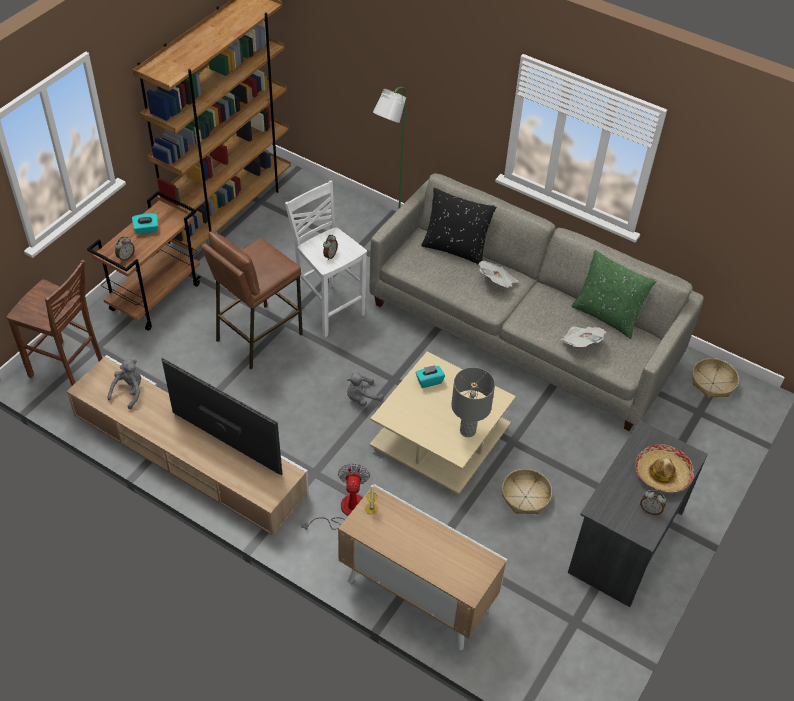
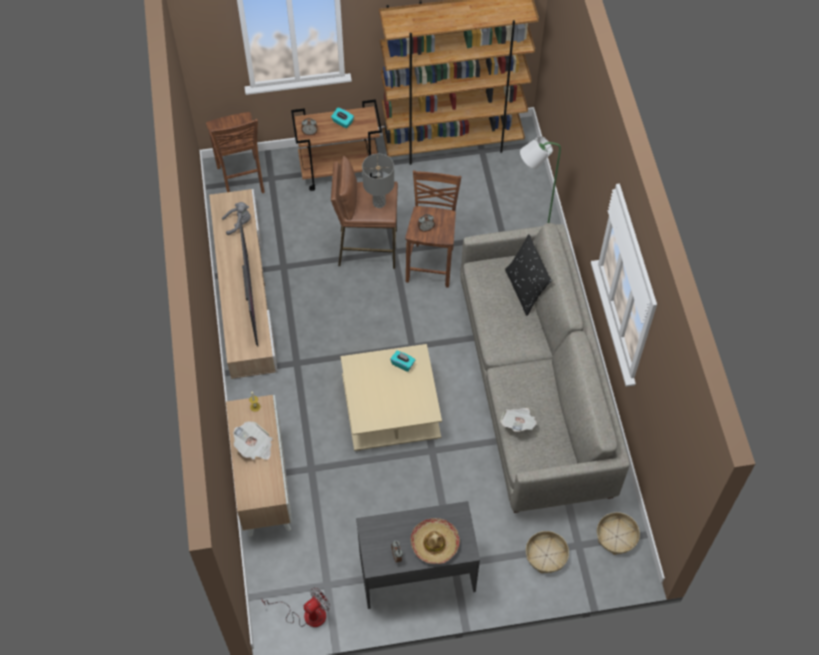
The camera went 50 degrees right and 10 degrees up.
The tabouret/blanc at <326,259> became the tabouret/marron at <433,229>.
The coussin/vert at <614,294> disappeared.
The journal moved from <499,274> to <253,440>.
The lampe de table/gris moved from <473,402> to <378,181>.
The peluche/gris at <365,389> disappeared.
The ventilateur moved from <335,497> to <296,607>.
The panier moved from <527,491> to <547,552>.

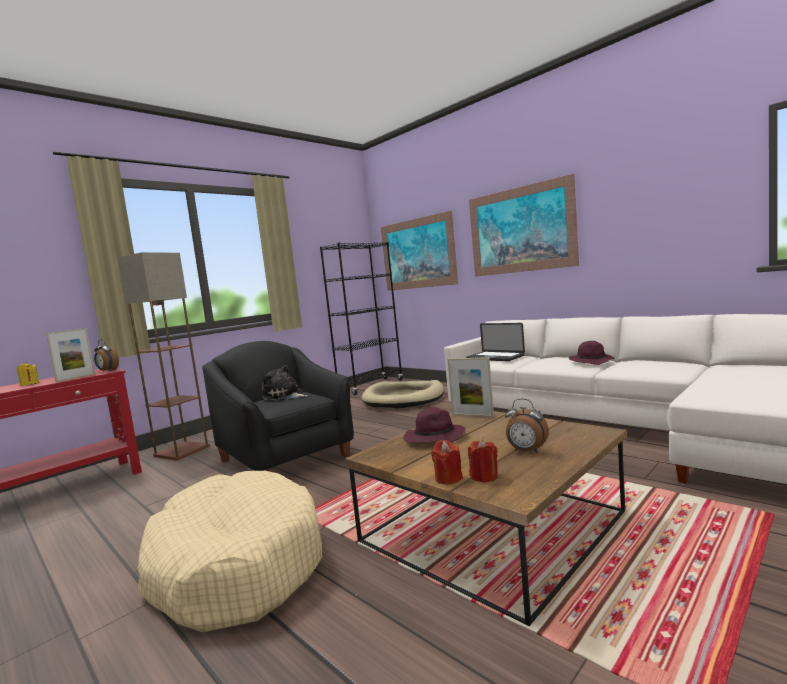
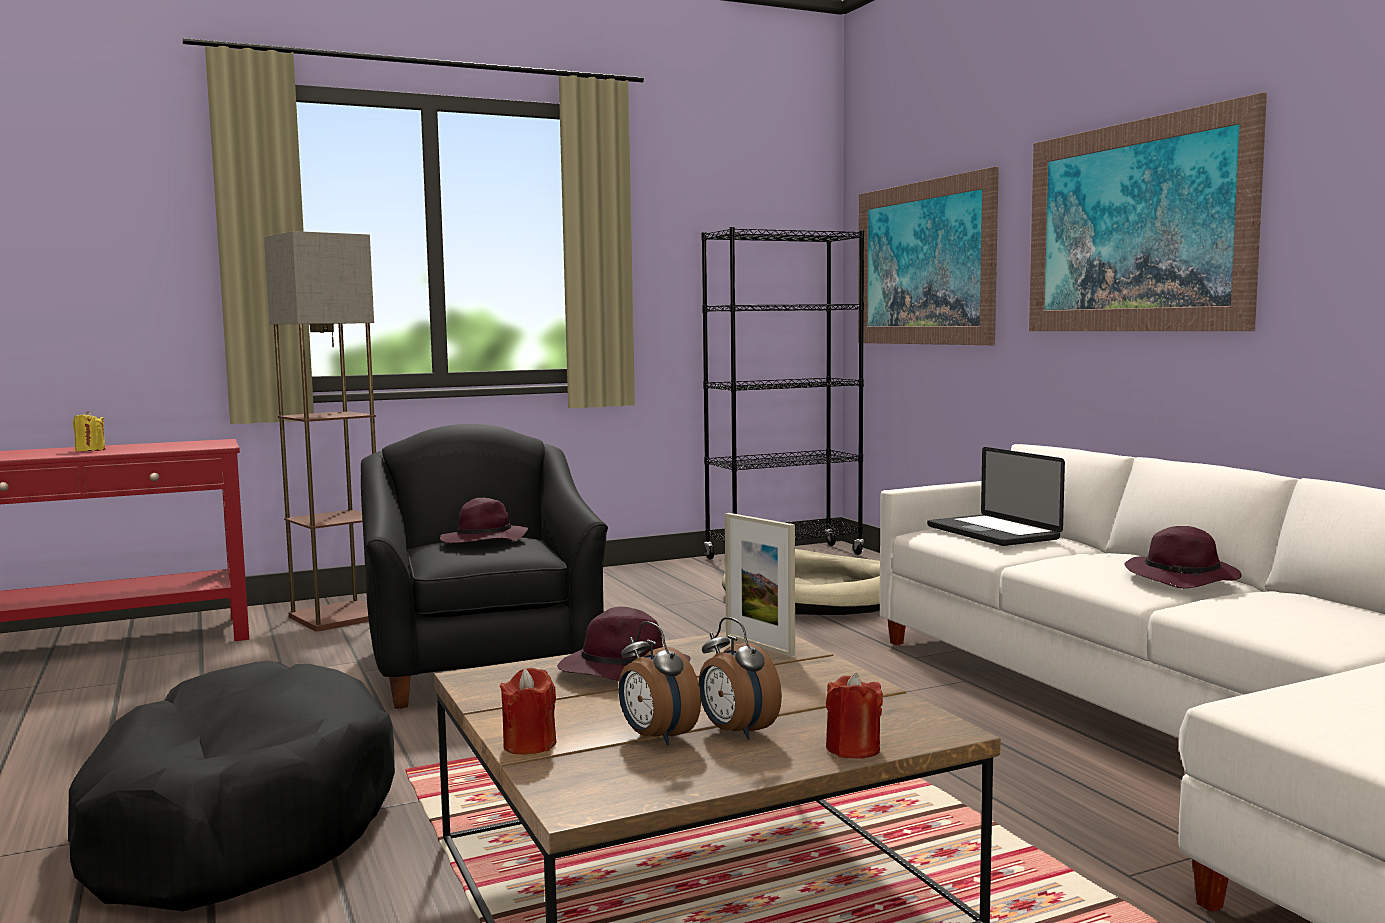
The camera went 20 degrees right and 0 degrees up.
The cadre photo at <70,355> disappeared.
The réveil moved from <106,355> to <660,683>.
The peluche at <285,382> was replaced by the chapeau/violet at <484,520>.
The bougie/rouge moved from <483,461> to <854,715>.
The panier pour chien/beige at <230,551> became the panier pour chien/noir at <231,785>.

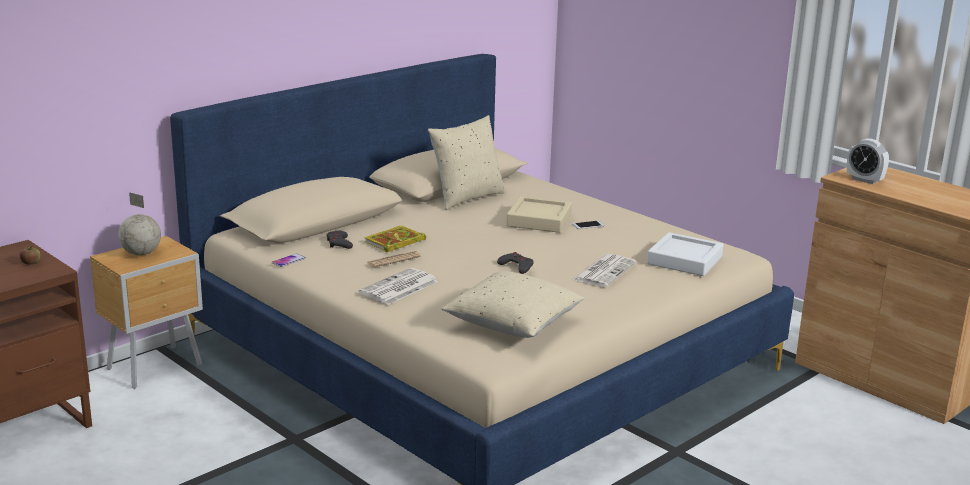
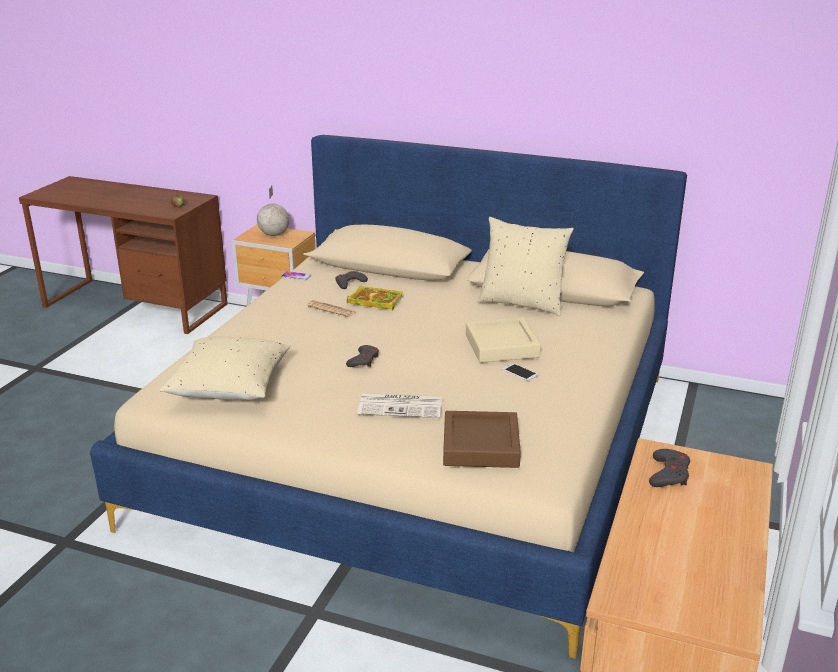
The camera went 65 degrees right and 5 degrees up.
The réveil at <868,161> was replaced by the manette/gris at <669,468>.
The plateau/blanc at <685,254> became the plateau/marron at <482,439>.
The journal at <398,286> disappeared.

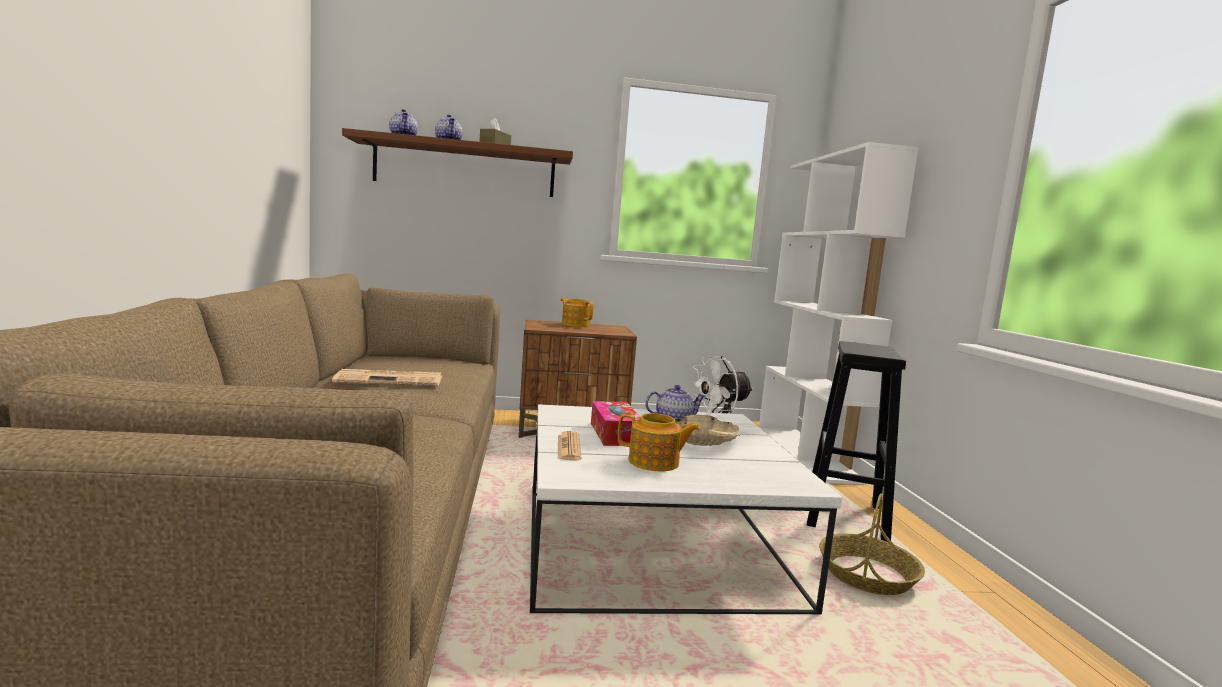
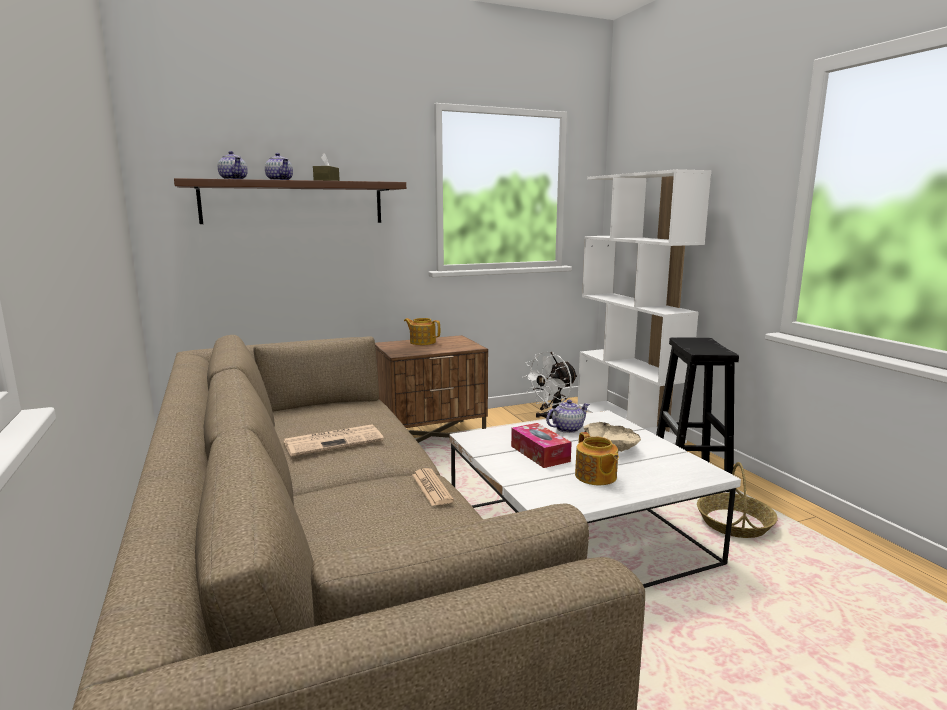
The camera went 15 degrees left and 5 degrees up.
The théière at <659,442> turned 75 degrees clockwise.
The journal moved from <570,445> to <433,487>.

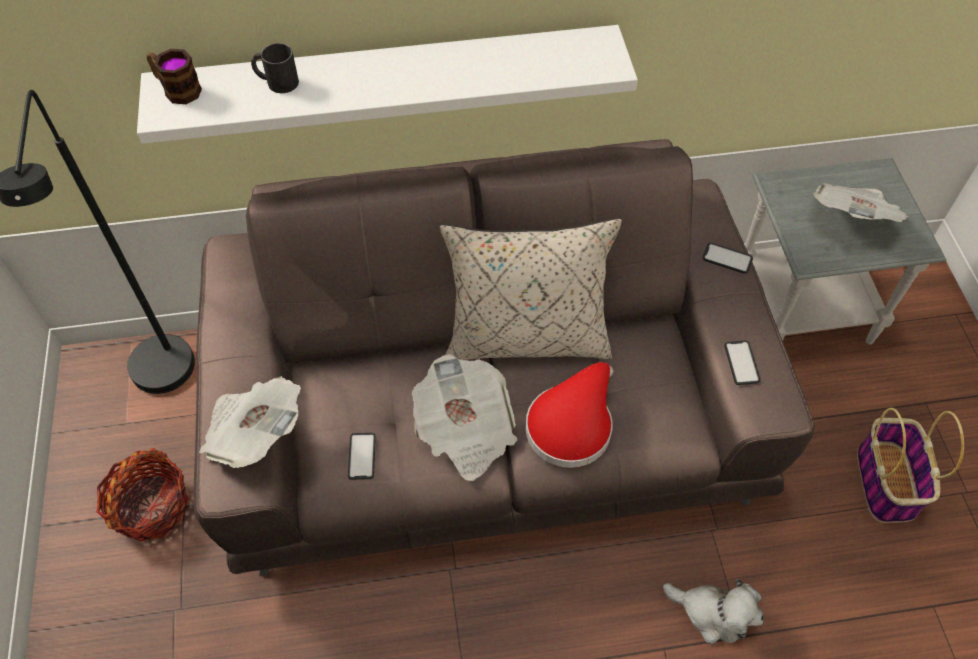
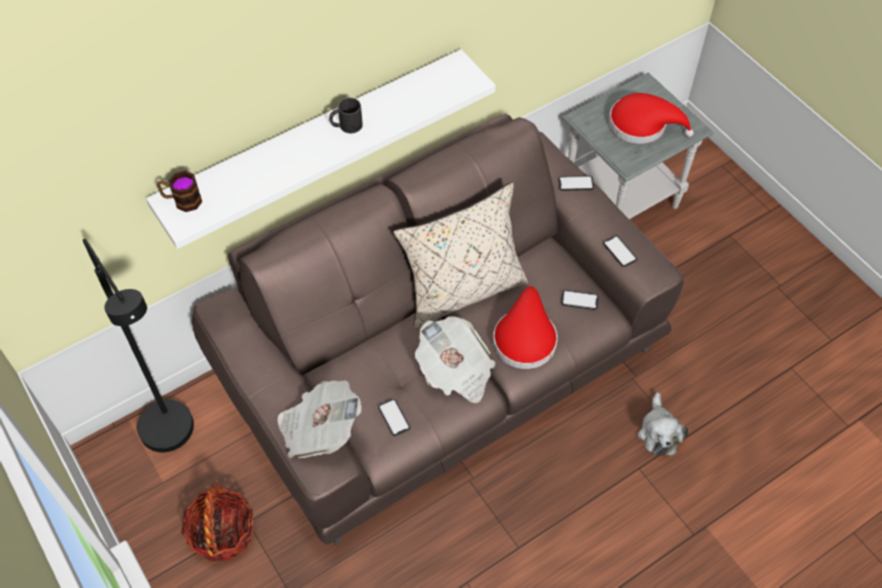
The camera went 25 degrees left and 0 degrees up.
The mug/noir moved from <275,68> to <346,115>.
The journal at <861,202> was replaced by the chapeau/rouge at <651,118>.
The panier at <910,465> disappeared.
The peluche at <713,611> turned 90 degrees clockwise.
The téléphone at <580,300> appeared.

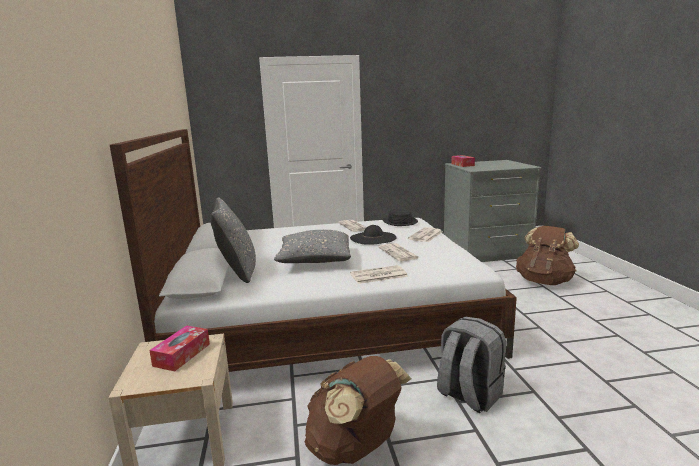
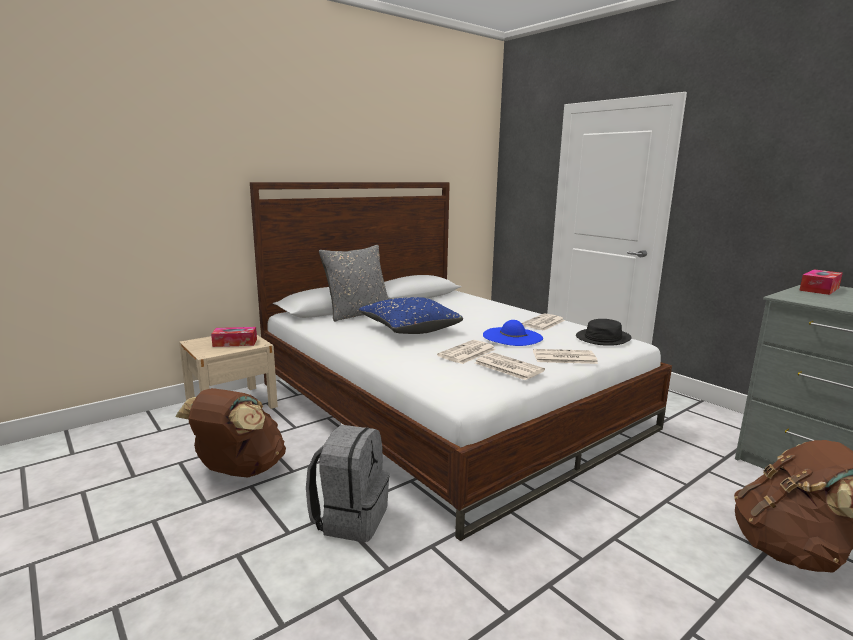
The camera went 60 degrees right and 0 degrees up.
The chapeau/noir at <373,235> became the chapeau/bleu at <513,333>.
The coussin/gris at <312,246> became the coussin/bleu at <411,315>.
The journal moved from <379,274> to <510,366>.

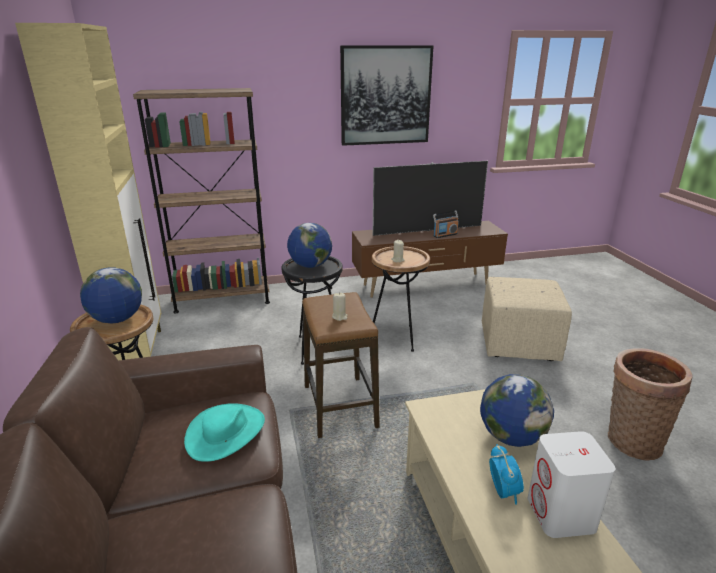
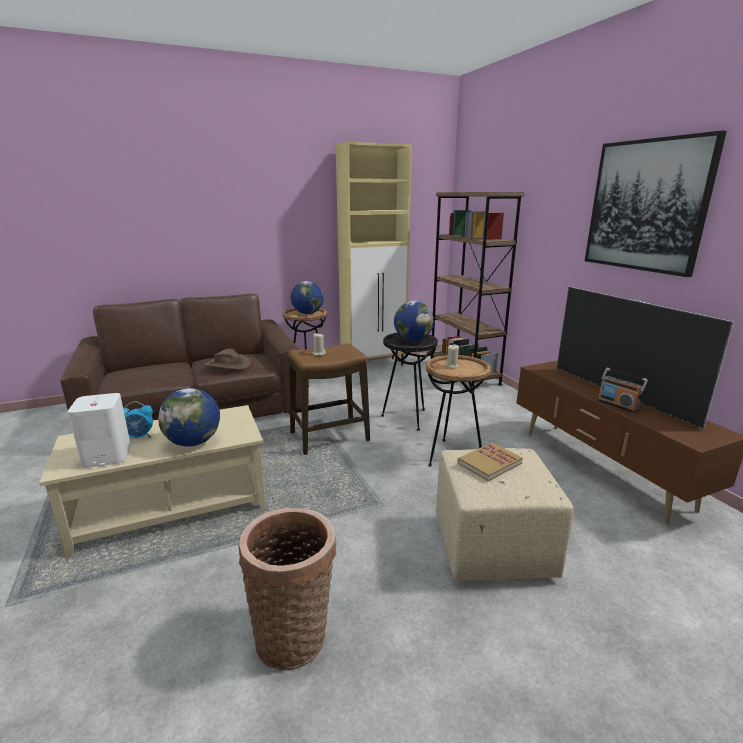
The camera went 80 degrees right and 5 degrees down.
The chapeau/turquoise at <224,432> became the chapeau/marron at <228,359>.
The livre at <490,462> appeared.

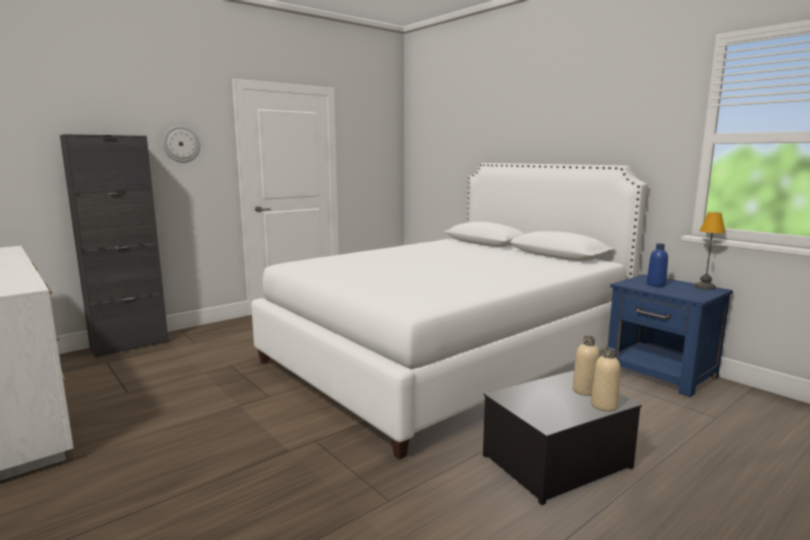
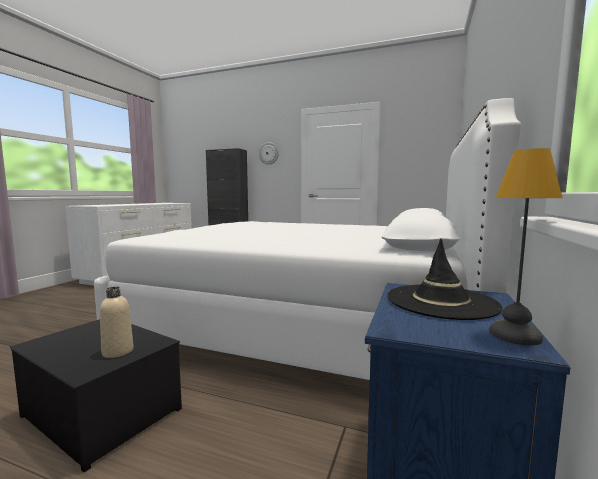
The camera went 60 degrees right and 5 degrees down.
The bouteille/bleu at <657,265> was replaced by the chapeau/noir at <444,279>.
The bouteille/beige at <605,379> disappeared.

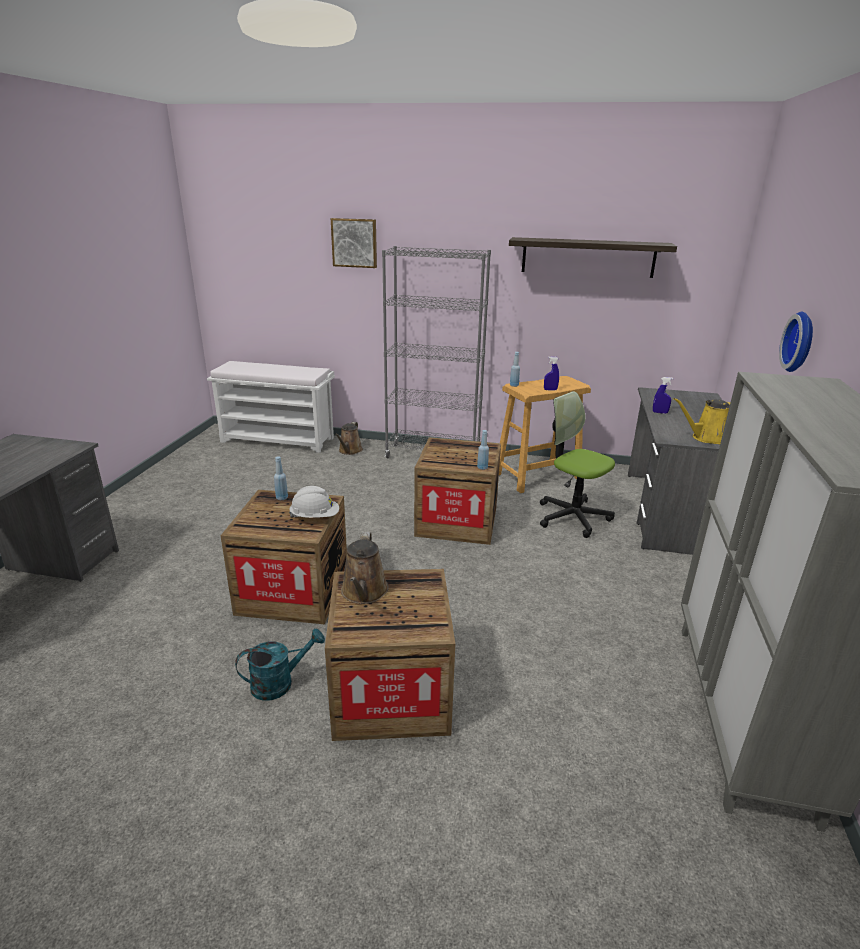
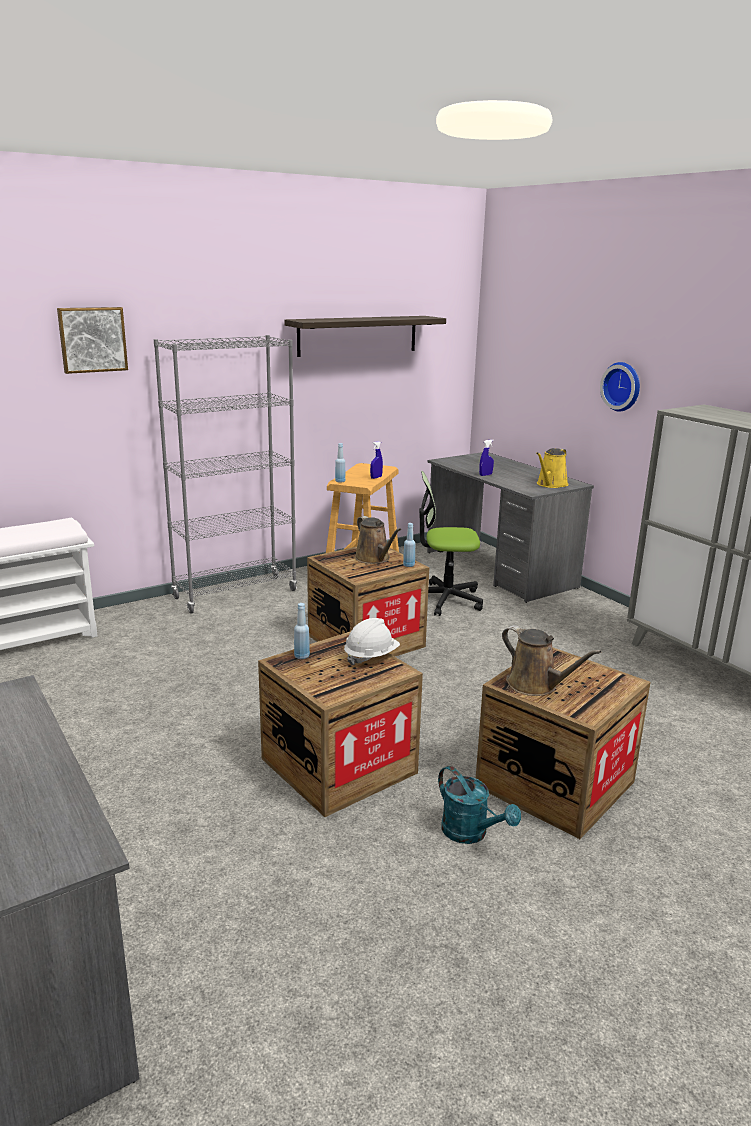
The camera went 45 degrees left and 5 degrees down.
The arrosoir/marron moved from <349,438> to <378,540>.
The arrosoir/turquoise at <280,665> turned 120 degrees clockwise.

